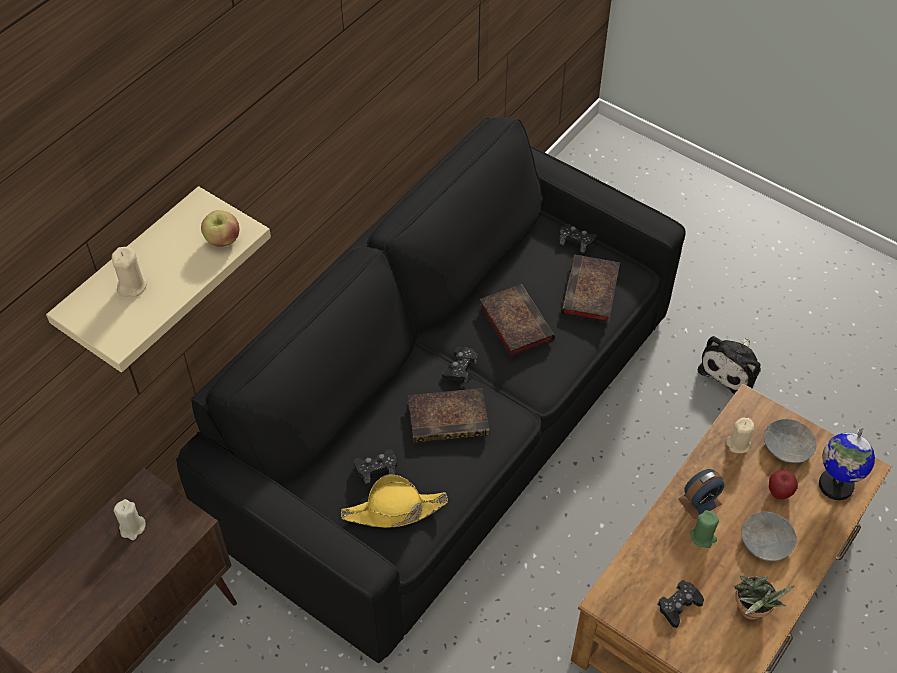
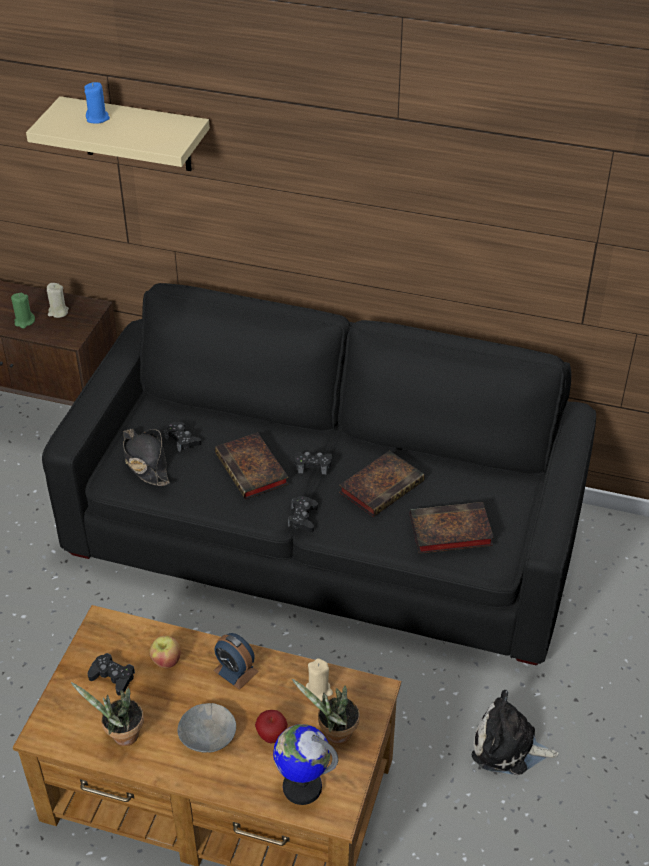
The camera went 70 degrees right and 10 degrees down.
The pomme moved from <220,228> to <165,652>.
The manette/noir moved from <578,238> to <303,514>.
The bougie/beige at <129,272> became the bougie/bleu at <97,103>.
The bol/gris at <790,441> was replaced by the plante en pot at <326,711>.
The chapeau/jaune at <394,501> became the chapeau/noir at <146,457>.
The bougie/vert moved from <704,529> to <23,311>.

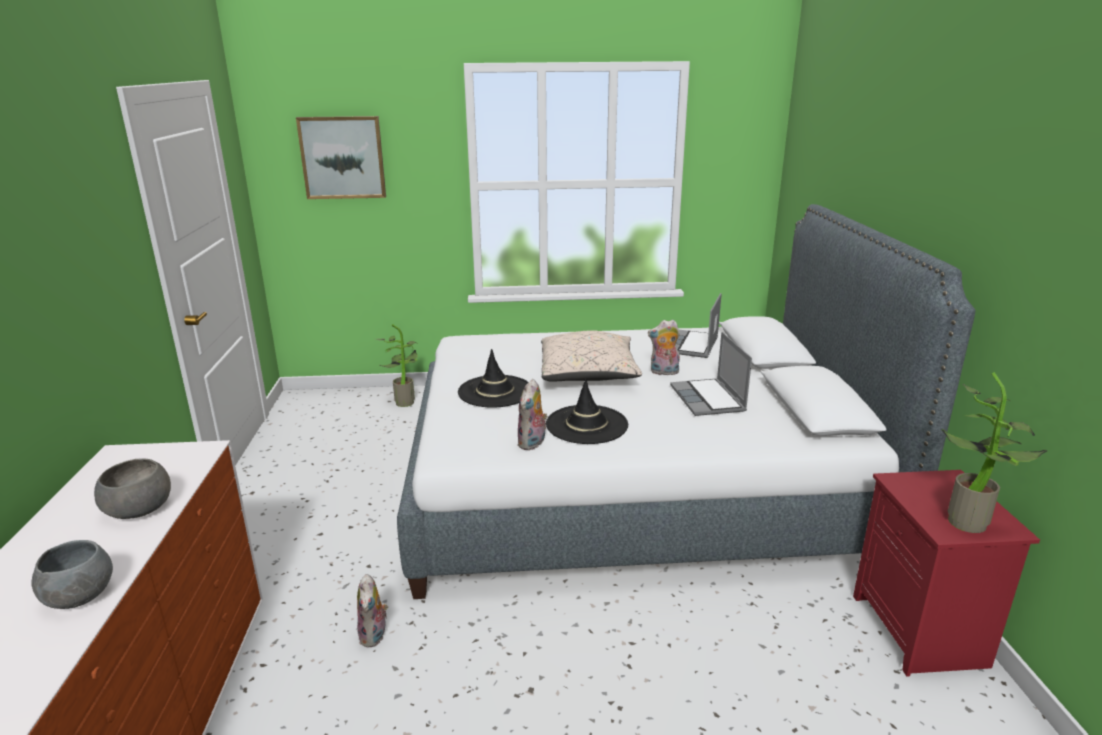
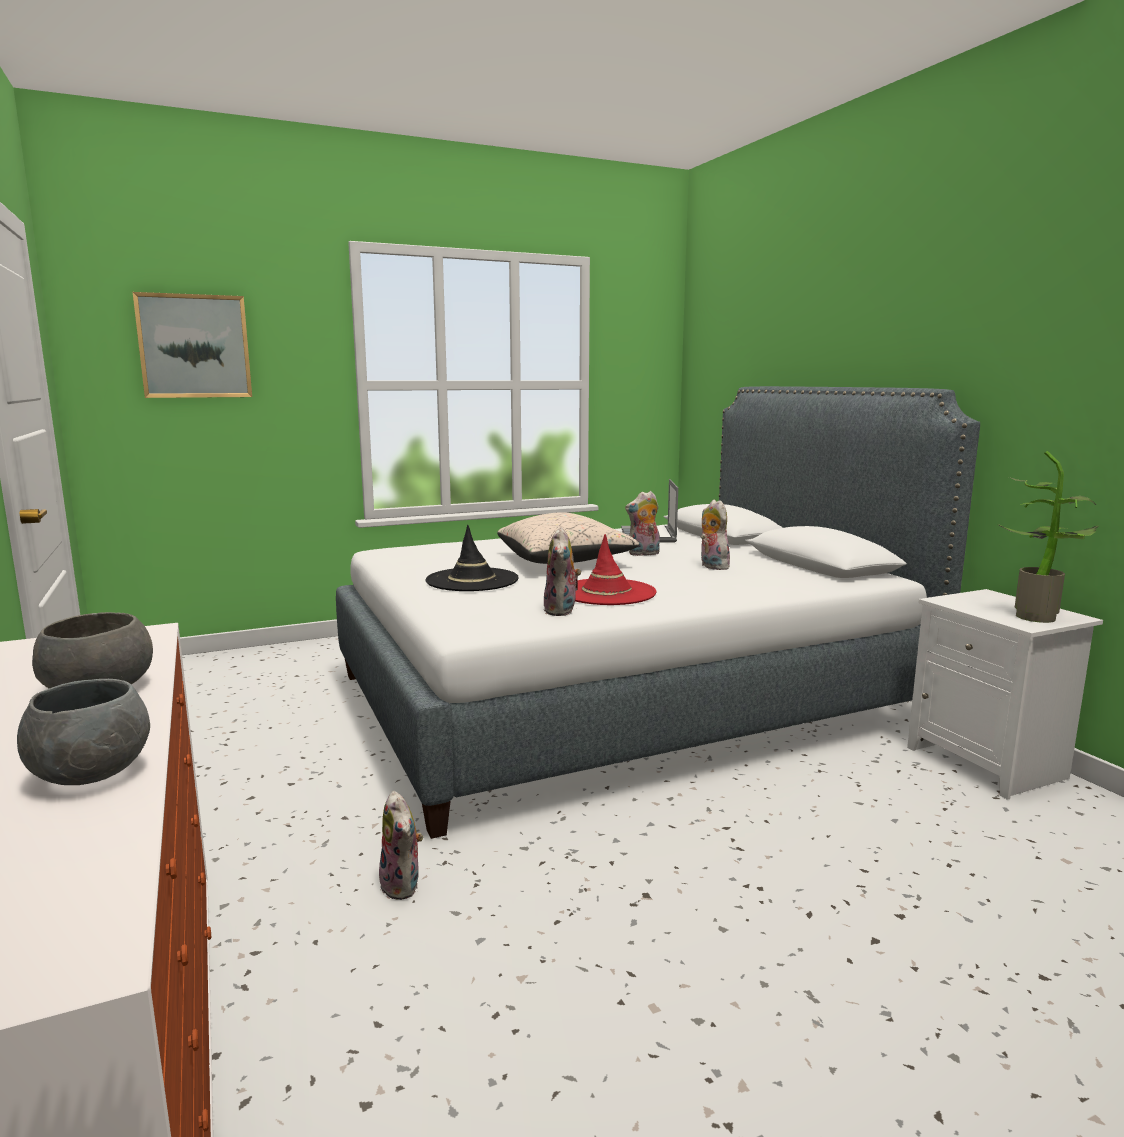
The camera went 20 degrees left and 10 degrees down.
The plante en pot at <397,365> disappeared.
The ordinateur portable at <711,374> was replaced by the peluche at <716,535>.
The chapeau/noir at <587,411> became the chapeau/rouge at <615,569>.
The table de chevet/rouge at <946,573> became the table de chevet/blanc at <1005,694>.

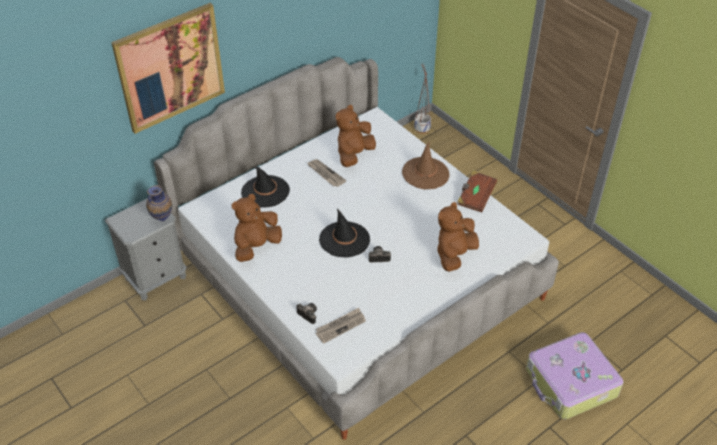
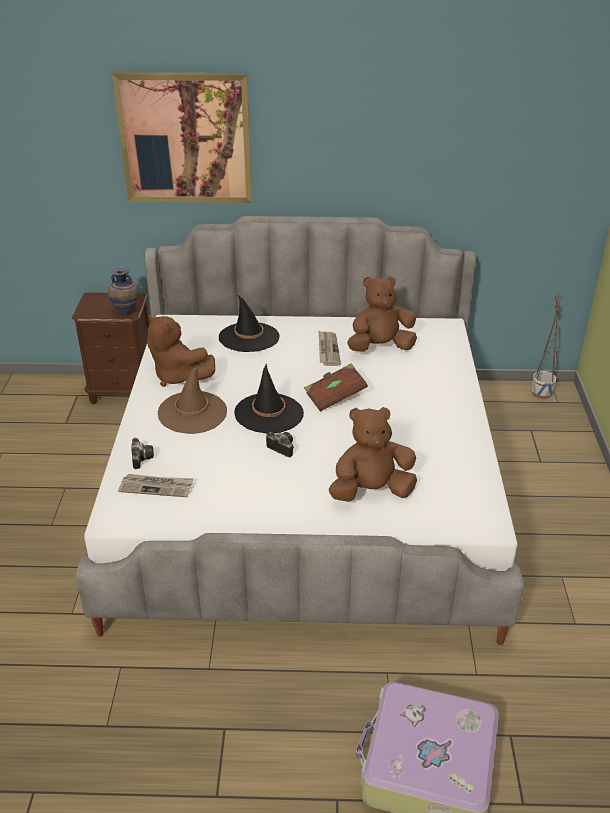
The camera went 40 degrees right and 10 degrees down.
The chapeau/marron moved from <426,165> to <192,400>.
The livre/marron moved from <477,191> to <336,387>.
The peluche/marron at <257,228> turned 135 degrees counterclockwise.
The table de chevet/gris at <146,249> became the table de chevet/marron at <110,348>.

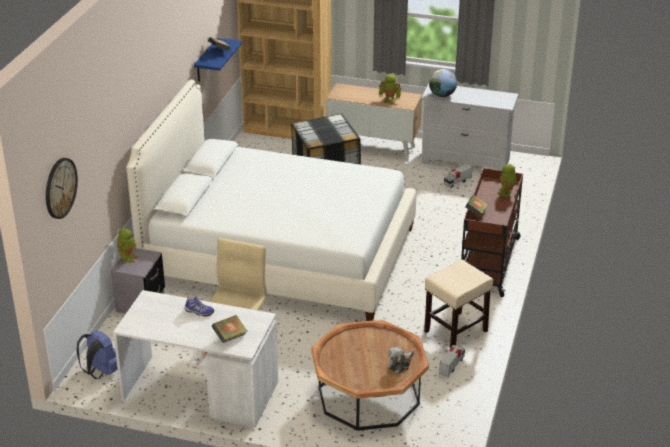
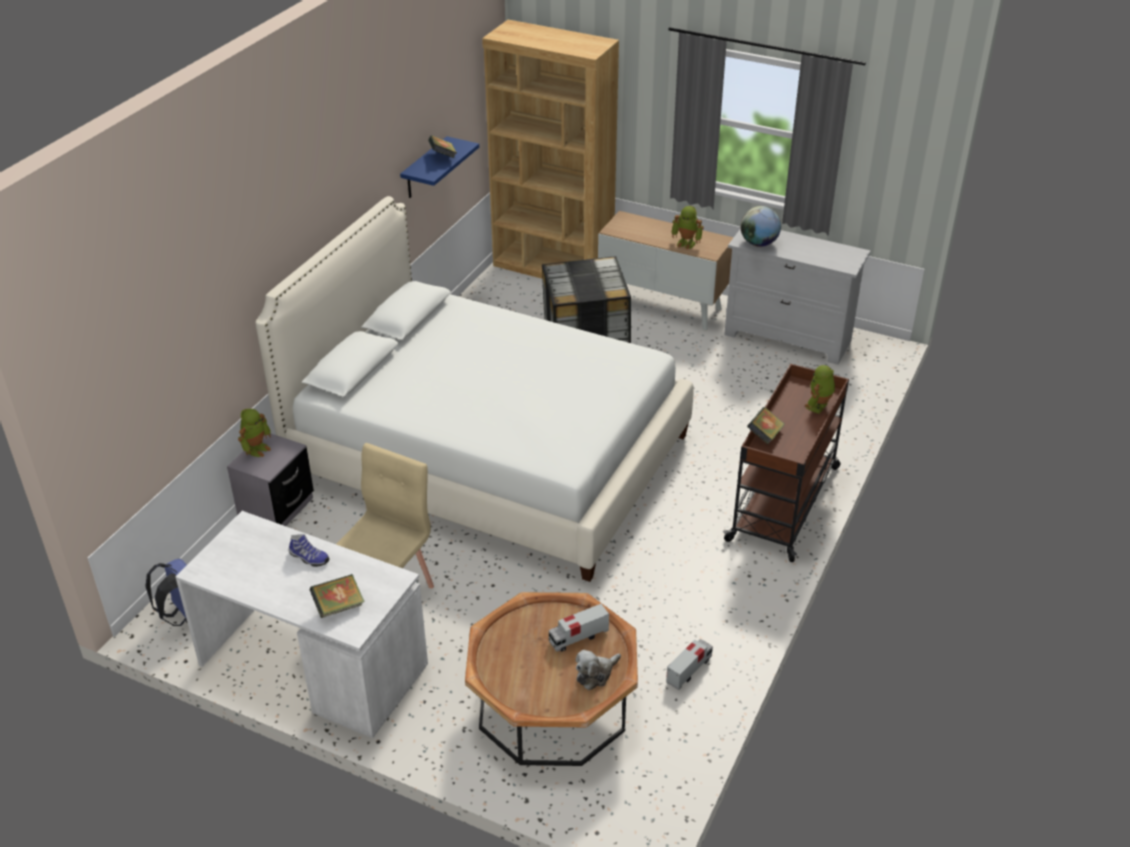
The camera went 10 degrees right and 5 degrees up.
The horloge murale at <62,188> disappeared.
The camion jouet moved from <458,176> to <578,628>.
The tabouret/beige at <458,303> disappeared.

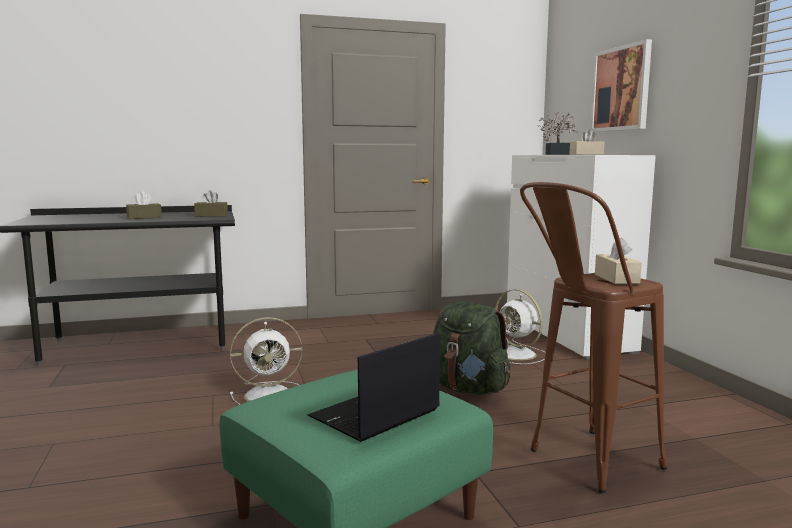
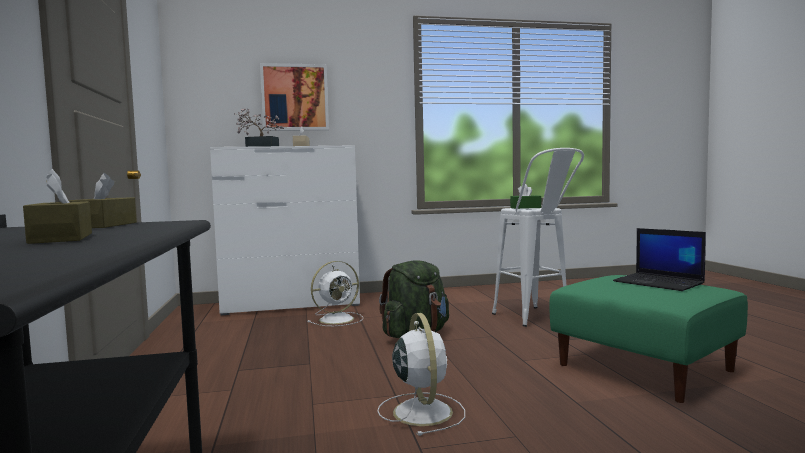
The camera went 85 degrees left and 5 degrees down.
The tabouret/marron at <593,337> became the tabouret/blanc at <538,237>.
The boîte à mouchoirs/beige at <618,261> became the boîte à mouchoirs/vert at <525,196>.

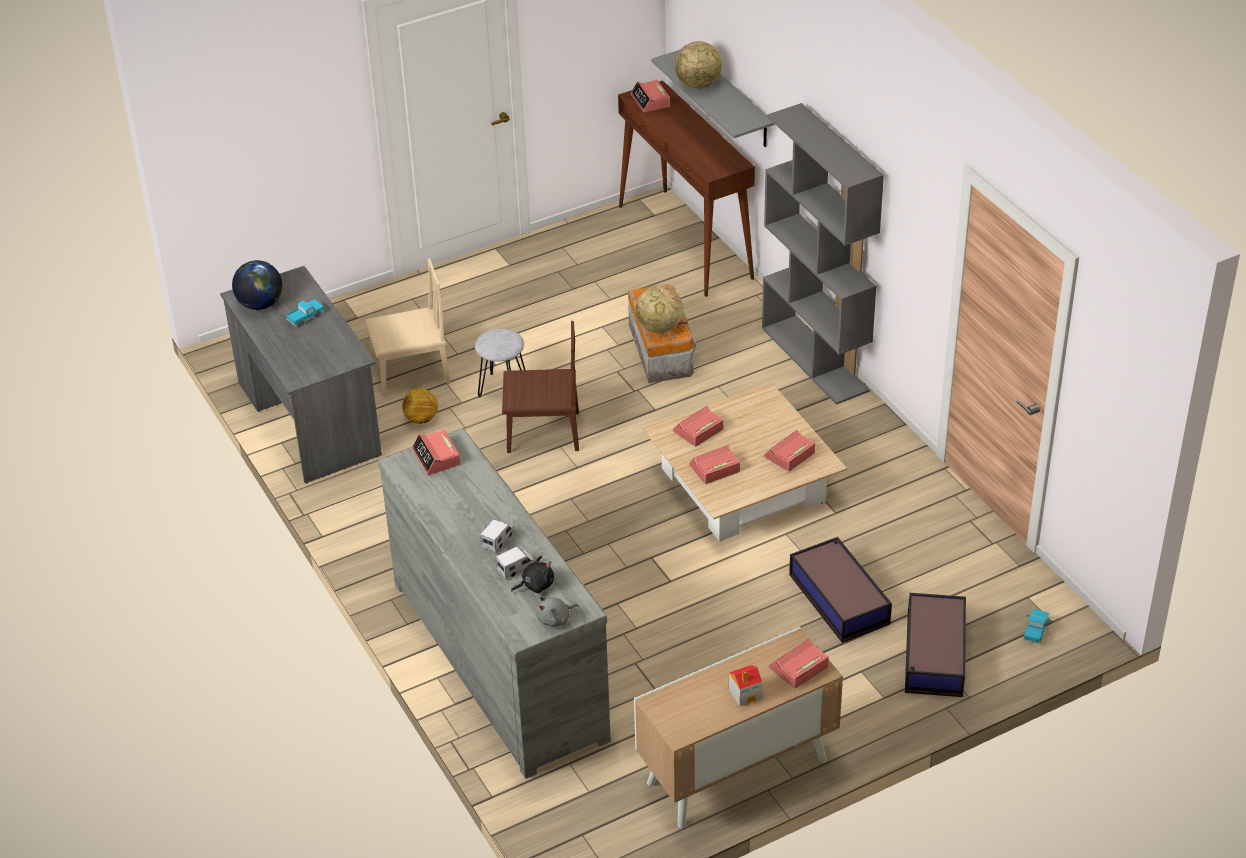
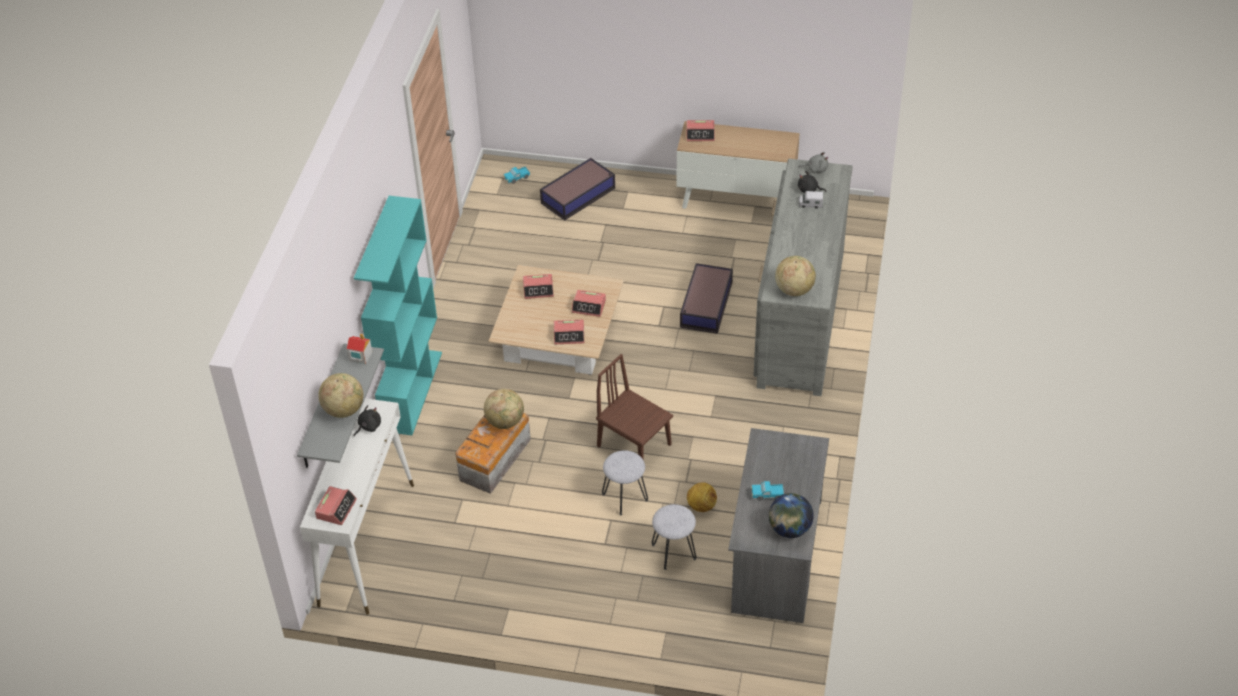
The camera went 140 degrees left and 5 degrees up.
The table console/marron at <686,188> became the table console/blanc at <357,506>.
The bibliothèque/gris at <823,254> became the bibliothèque/turquoise at <398,315>.
The chaise/beige at <408,328> was replaced by the tabouret/gris at <674,537>.
The réveil at <436,452> was replaced by the globe at <795,276>.
The camion jouet at <497,535> disappeared.
The boîte de rangement moved from <840,590> to <706,298>.
The maison miniature moved from <746,685> to <359,349>.
The peluche/noir at <367,420> appeared.

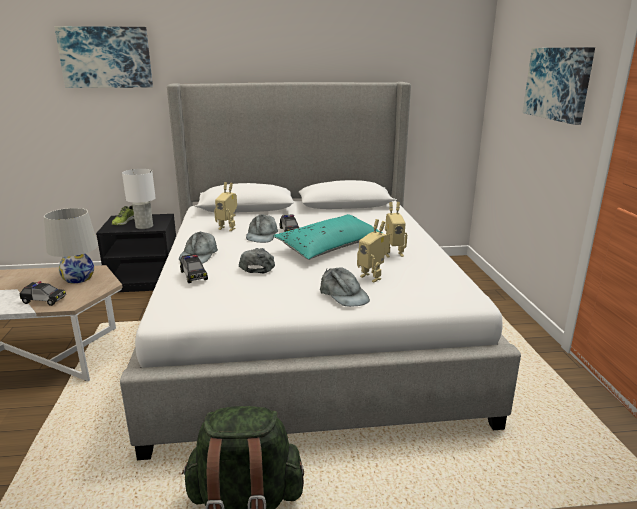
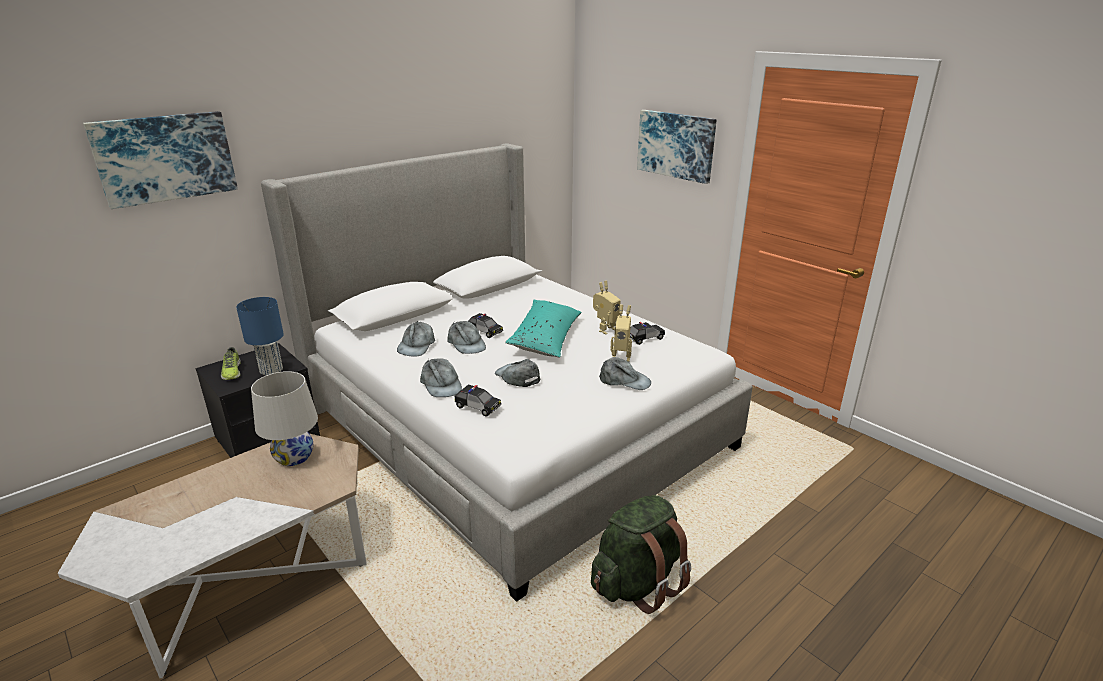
The camera went 35 degrees left and 5 degrees up.
The lampe de table/blanc at <139,199> became the lampe de table/bleu at <260,336>.
The robot jouet at <225,206> was replaced by the casquette/gris at <416,339>.
The petite voiture moved from <43,293> to <647,333>.

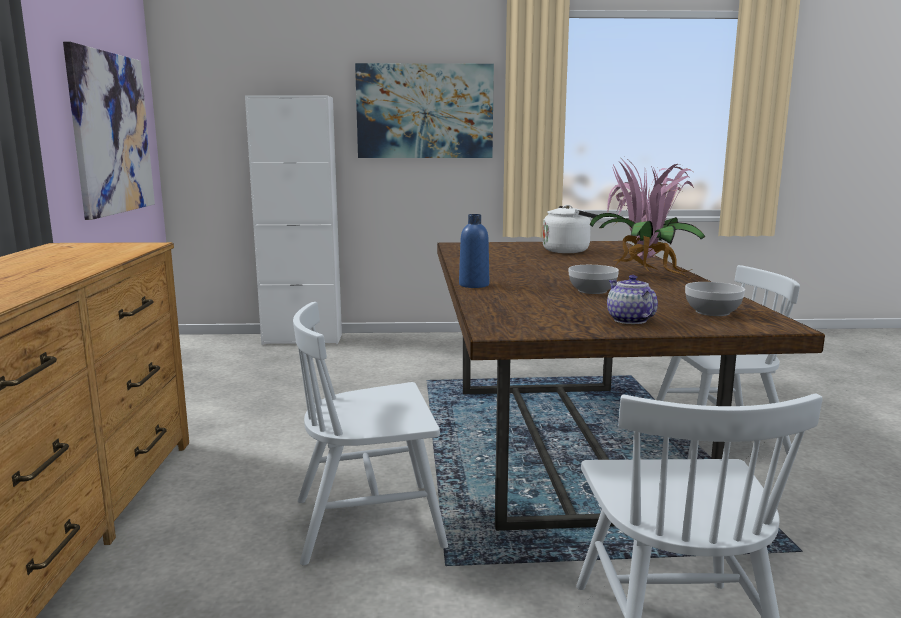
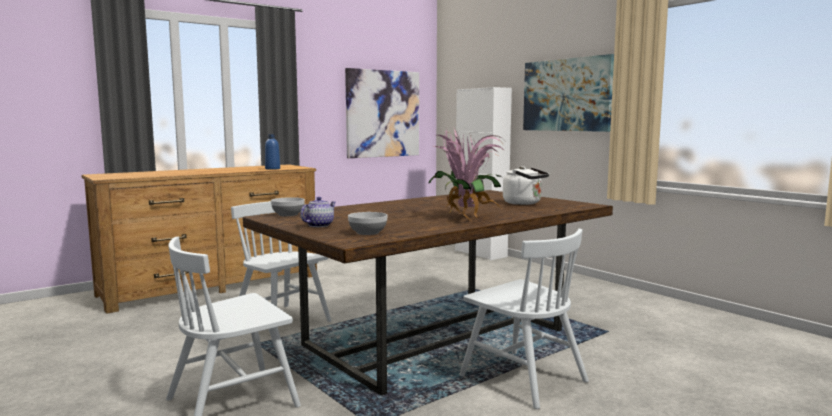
The camera went 55 degrees right and 5 degrees down.
The bouteille/bleu moved from <474,251> to <272,152>.
The bol moved from <593,279> to <288,206>.

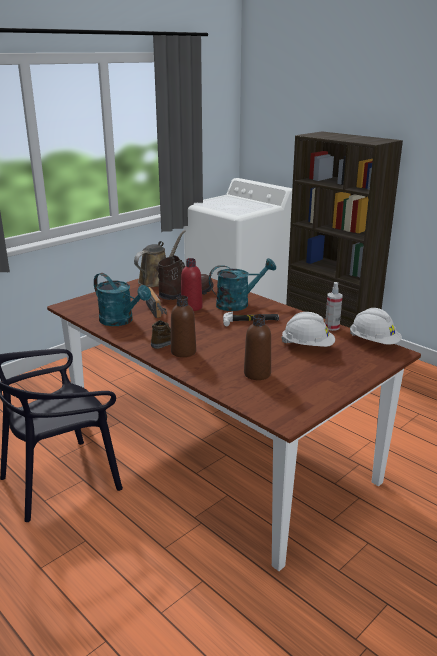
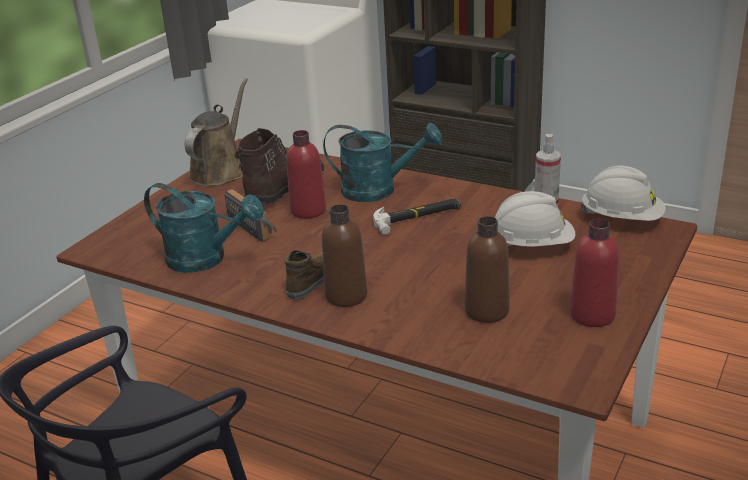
The camera went 15 degrees left and 5 degrees up.
The arrosoir/turquoise at <242,284> turned 45 degrees clockwise.
The bouteille/rouge at <594,273> appeared.

